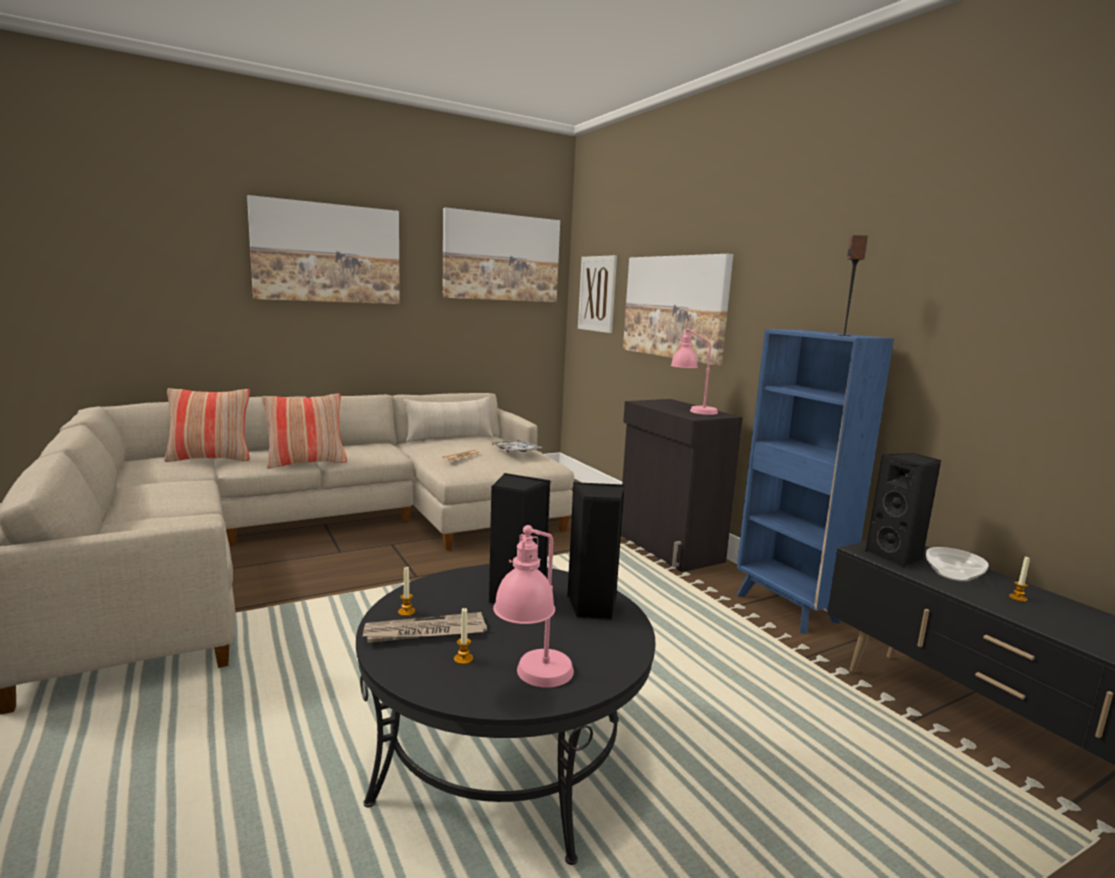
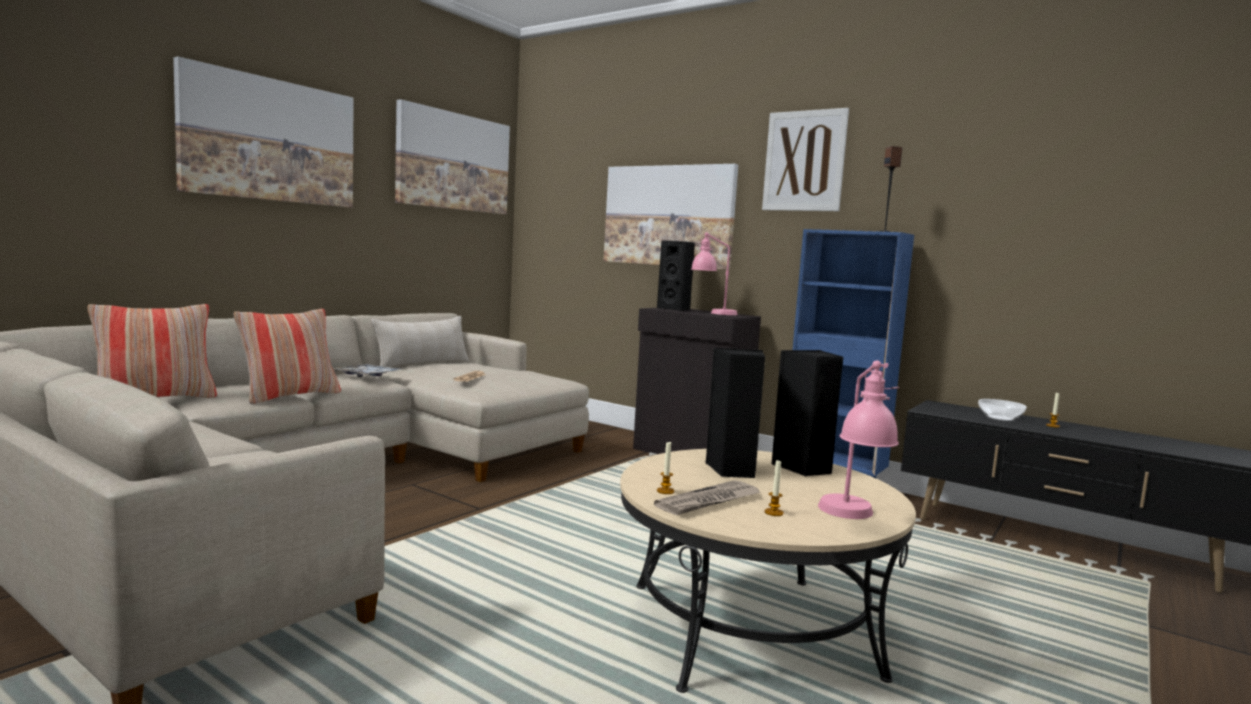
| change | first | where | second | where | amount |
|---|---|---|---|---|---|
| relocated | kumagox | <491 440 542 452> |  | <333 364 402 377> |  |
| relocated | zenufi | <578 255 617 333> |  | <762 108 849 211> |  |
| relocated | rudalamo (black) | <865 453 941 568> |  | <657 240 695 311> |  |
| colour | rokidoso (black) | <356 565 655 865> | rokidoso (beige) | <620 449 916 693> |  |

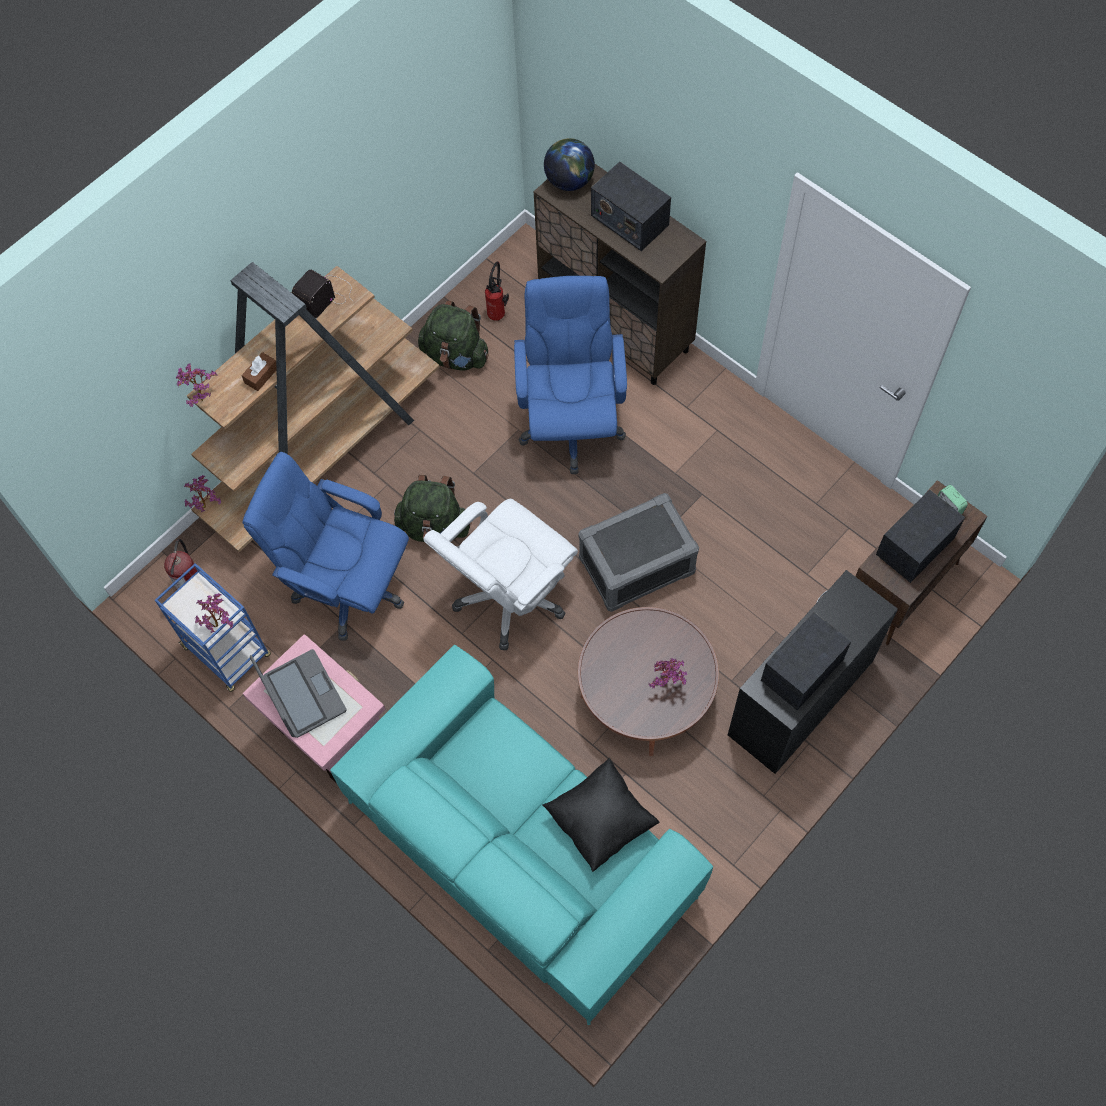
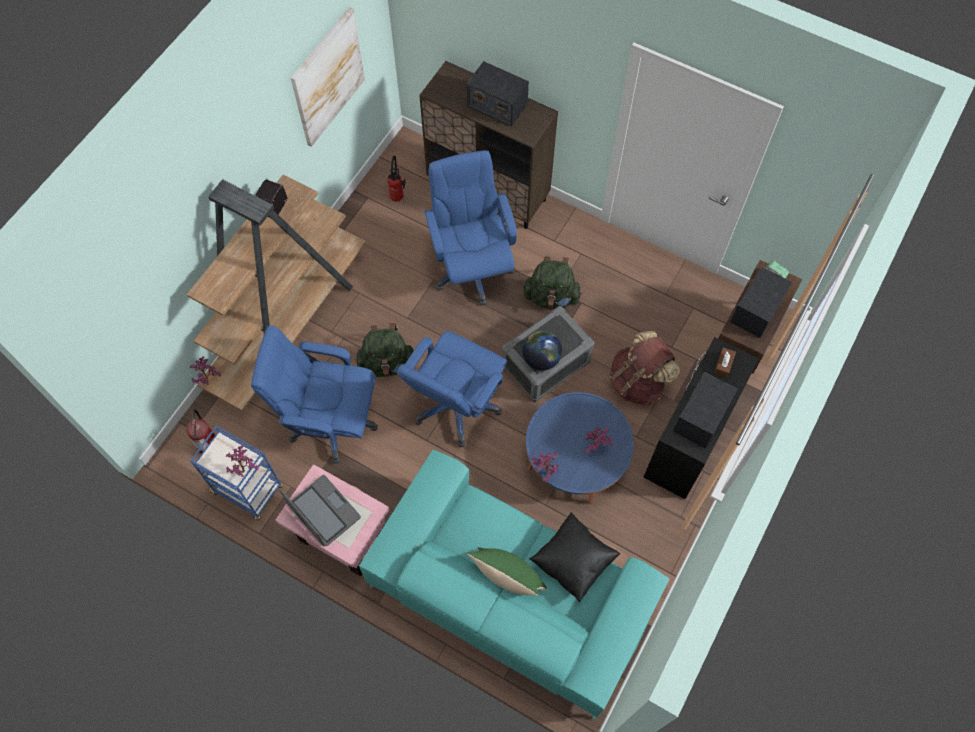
| change | first | where | second | where | amount |
|---|---|---|---|---|---|
| appeared |  |  | zenufi | <290 7 365 147> |  |
| appeared |  |  | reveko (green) | <467 547 547 596> |  |
| appeared |  |  | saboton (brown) | <609 331 680 406> |  |
| relocated | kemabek | <176 363 218 407> |  | <532 452 559 482> |  |
| relocated | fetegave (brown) | <242 352 276 391> |  | <714 347 736 378> |  |
| relocated | saboton (green) | <418 300 489 370> |  | <523 256 582 309> |  |
| relocated | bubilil | <544 138 595 191> |  | <522 331 562 371> |  |
| colour | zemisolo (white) | <423 499 578 650> | zemisolo (blue) | <397 331 507 447> |  |
| colour | rokidoso (brown) | <578 607 719 756> | rokidoso (blue) | <526 392 634 505> |  |

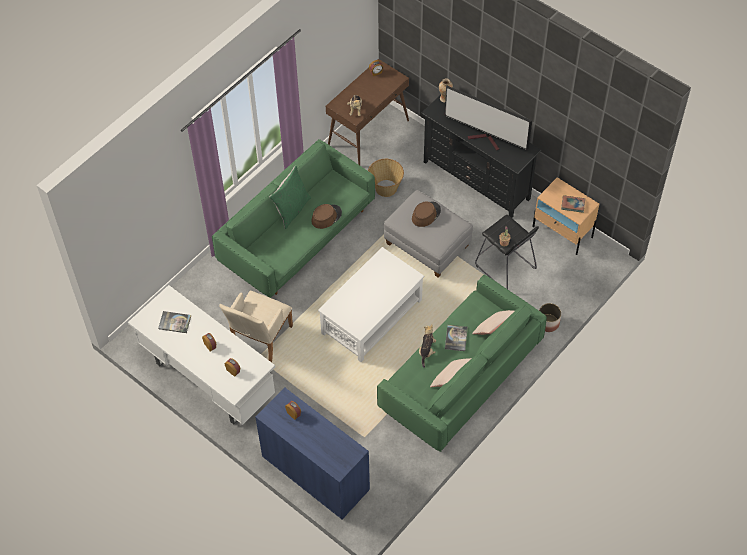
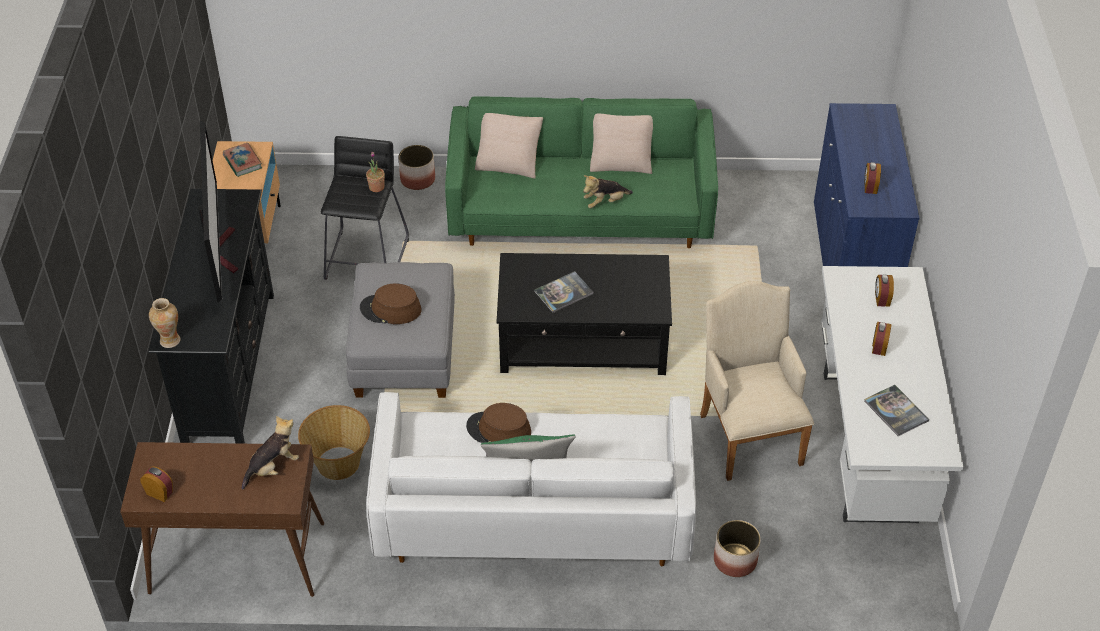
| change | first | where | second | where | amount |
|---|---|---|---|---|---|
| appeared |  |  | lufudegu | <714 520 761 577> |  |
| relocated | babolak | <445 325 468 351> |  | <534 271 594 313> |  |
| colour | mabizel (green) | <212 139 375 298> | mabizel (white) | <366 392 696 566> |  |
| colour | rokidoso (white) | <318 247 424 362> | rokidoso (black) | <497 253 672 375> |  |
| spun | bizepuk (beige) | <219 291 293 362> |  | <700 281 814 481> | 90 degrees counterclockwise |

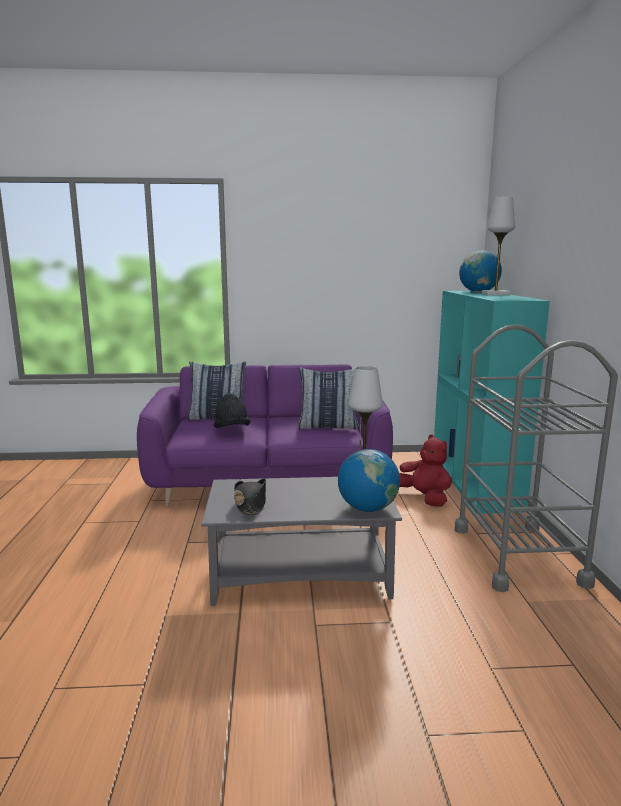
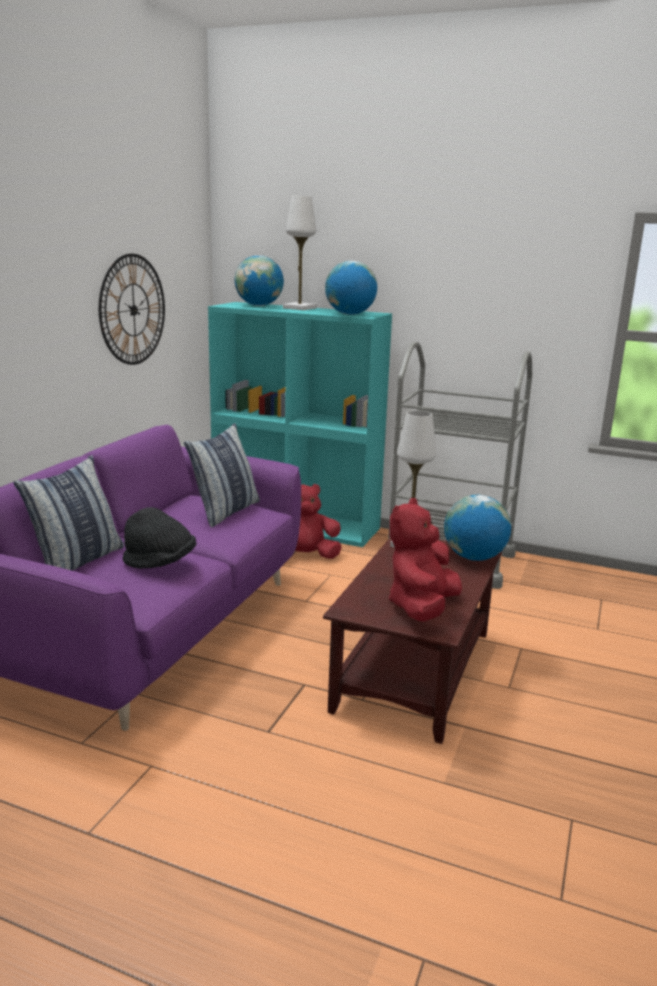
| change | first | where | second | where | amount |
|---|---|---|---|---|---|
| appeared |  |  | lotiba | <99 254 165 365> |  |
| appeared |  |  | bubilil | <325 261 377 315> |  |
| exchanged | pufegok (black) | <234 479 266 515> | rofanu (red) | <389 498 462 622> |  |
| colour | rokidoso (grey) | <201 477 402 606> | rokidoso (brown) | <323 538 502 744> |  |

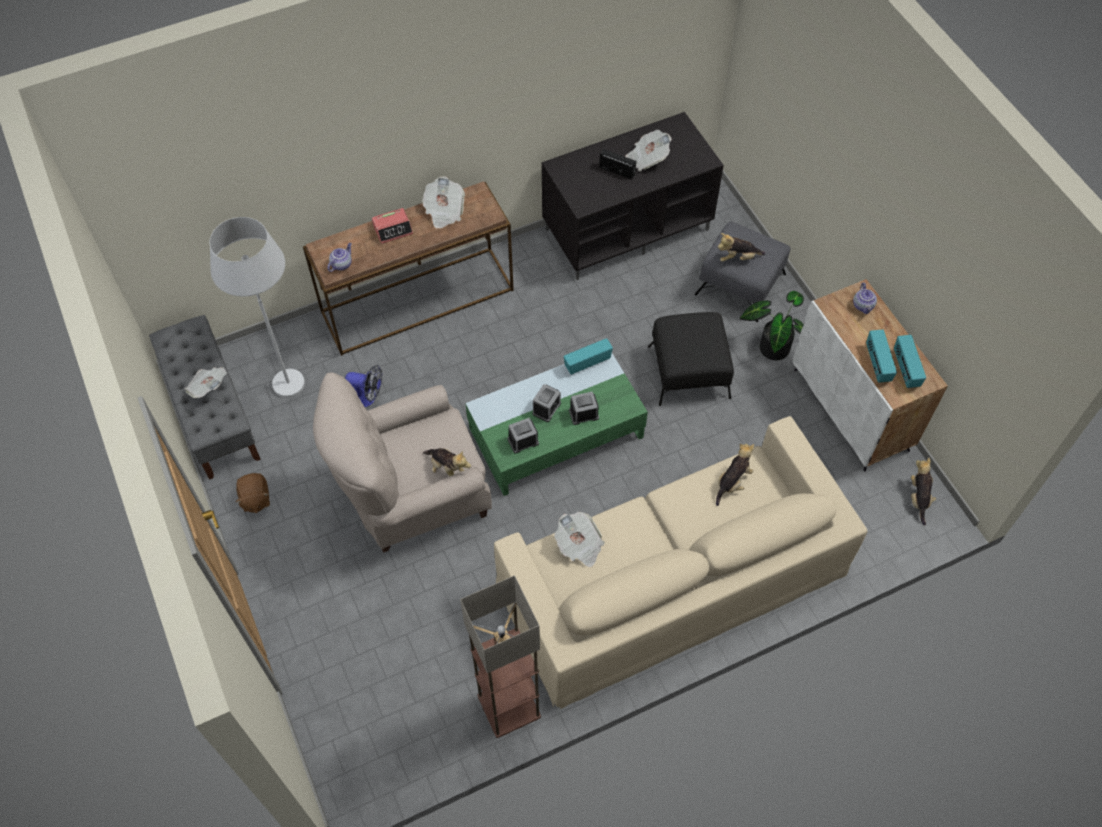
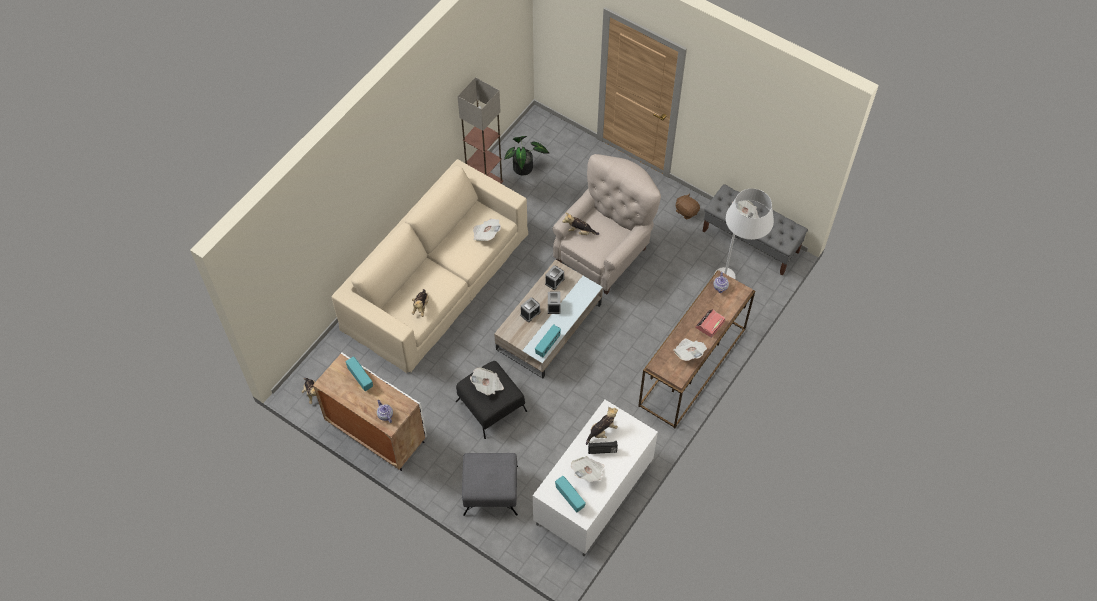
| change | first | where | second | where | amount |
|---|---|---|---|---|---|
| missing | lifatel | <345 365 382 407> |  |  |  |
| appeared |  |  | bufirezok | <470 367 504 395> |  |
| relocated | rofanu | <718 233 765 262> |  | <586 407 618 445> |  |
| relocated | kemabek | <740 291 804 360> |  | <504 136 549 175> |  |
| relocated | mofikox | <894 335 926 388> |  | <555 476 586 512> |  |
| colour | rokidoso (green) | <465 353 648 496> | rokidoso (beige) | <494 259 603 378> |  |
| colour | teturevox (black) | <542 112 724 280> | teturevox (white) | <533 400 658 556> |  |

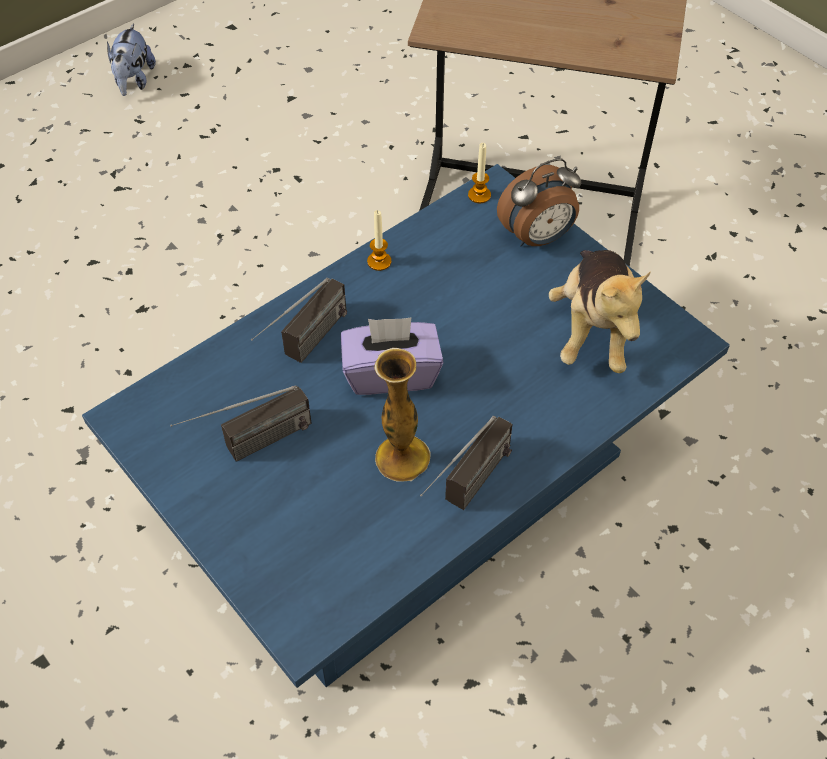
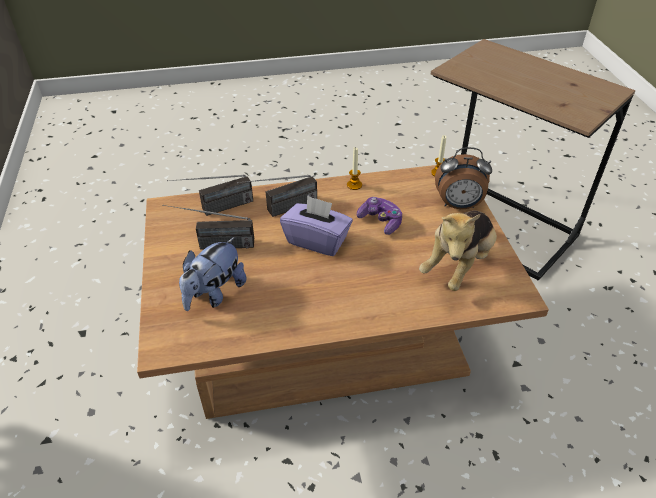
| change | first | where | second | where | amount |
|---|---|---|---|---|---|
| missing | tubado | <374 348 431 482> |  |  |  |
| appeared |  |  | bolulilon | <357 197 402 235> |  |
| relocated | rofanu | <107 23 156 96> |  | <179 237 246 311> |  |
| relocated | mofikox | <420 415 513 510> |  | <167 175 253 216> |  |
| colour | rokidoso (blue) | <82 164 730 688> | rokidoso (brown) | <137 165 549 419> |  |

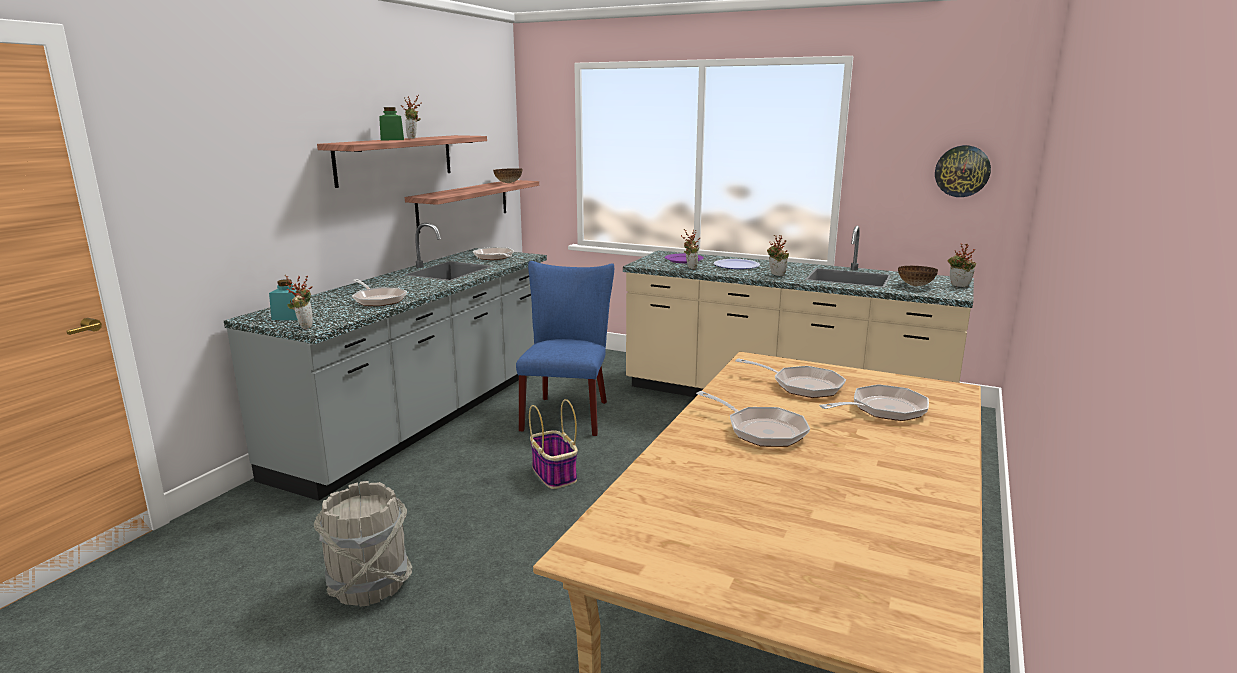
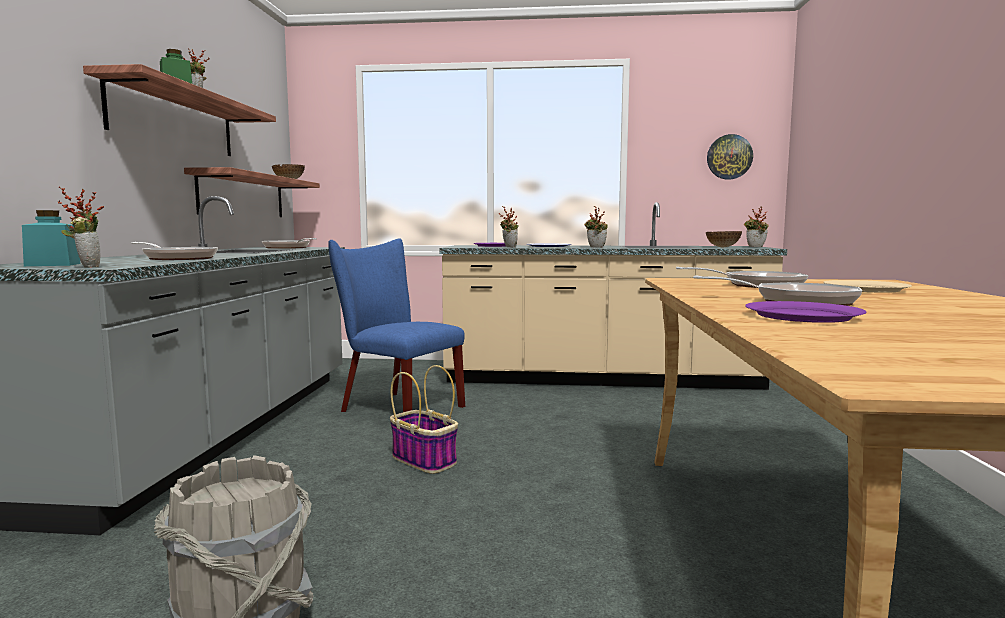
| change | first | where | second | where | amount |
|---|---|---|---|---|---|
| appeared |  |  | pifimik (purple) | <745 301 867 323> |  |
| exchanged | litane | <819 384 929 421> | pifimik (beige) | <823 280 912 293> |  |
| spun | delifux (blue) | <516 261 614 436> |  | <328 238 465 412> | 45 degrees counterclockwise |

